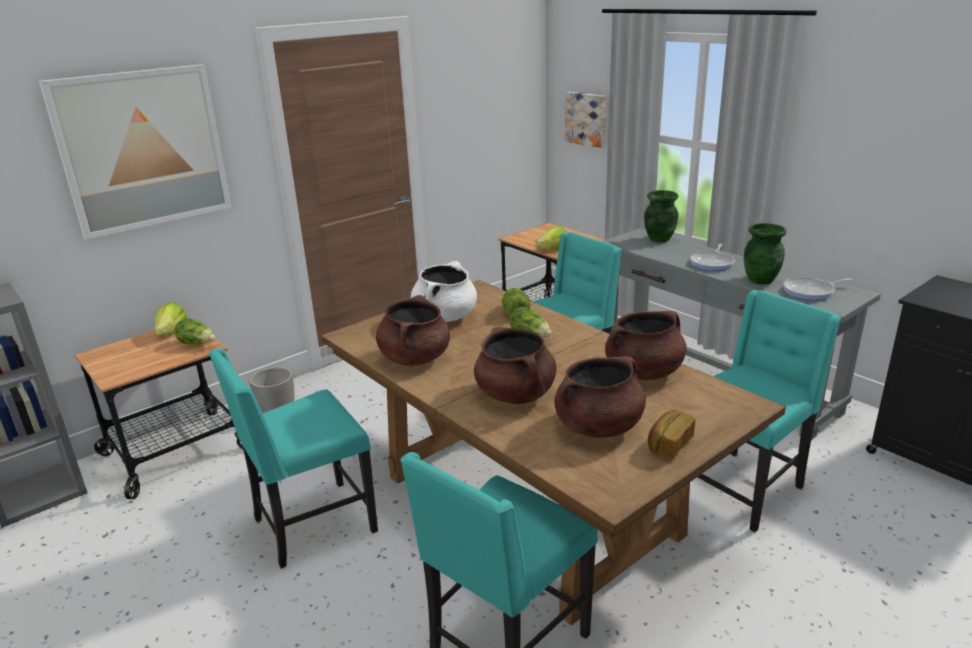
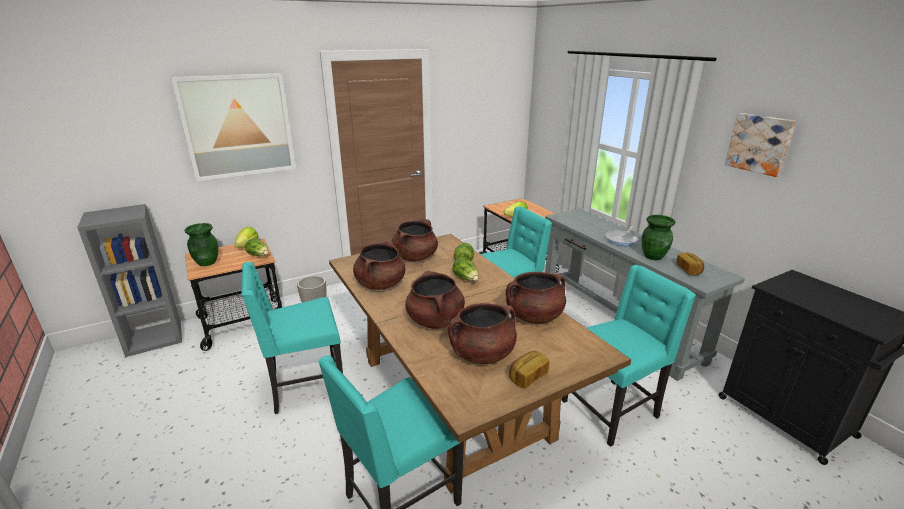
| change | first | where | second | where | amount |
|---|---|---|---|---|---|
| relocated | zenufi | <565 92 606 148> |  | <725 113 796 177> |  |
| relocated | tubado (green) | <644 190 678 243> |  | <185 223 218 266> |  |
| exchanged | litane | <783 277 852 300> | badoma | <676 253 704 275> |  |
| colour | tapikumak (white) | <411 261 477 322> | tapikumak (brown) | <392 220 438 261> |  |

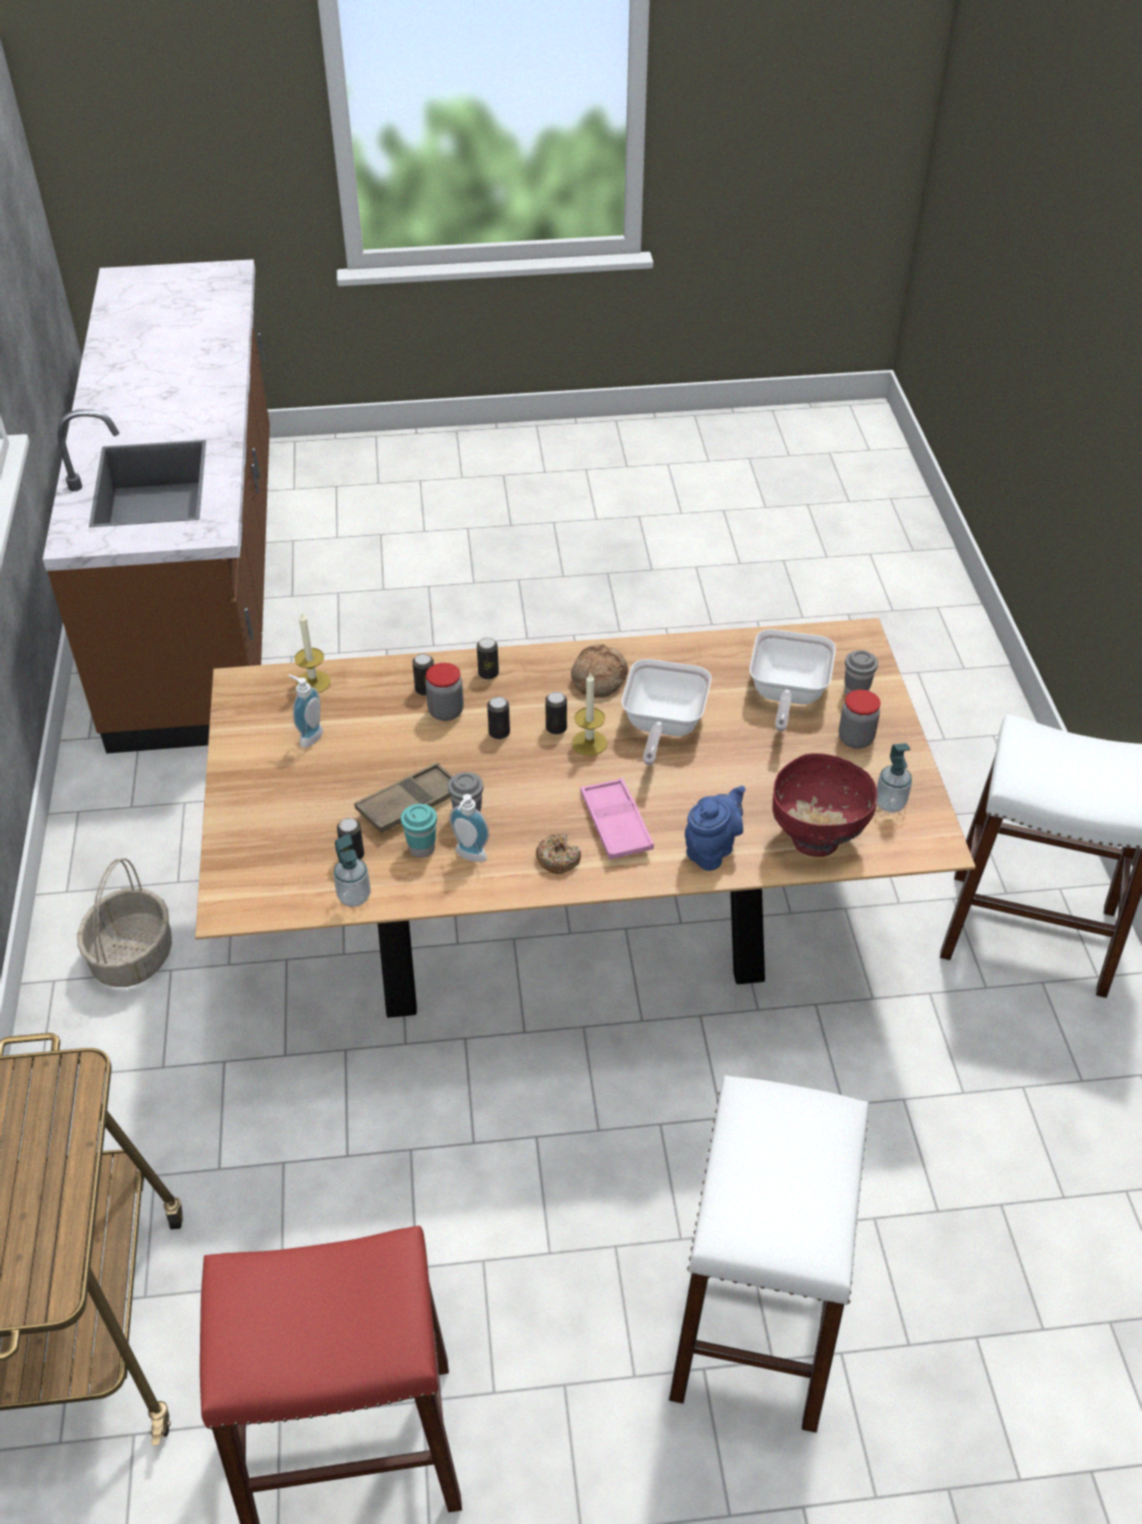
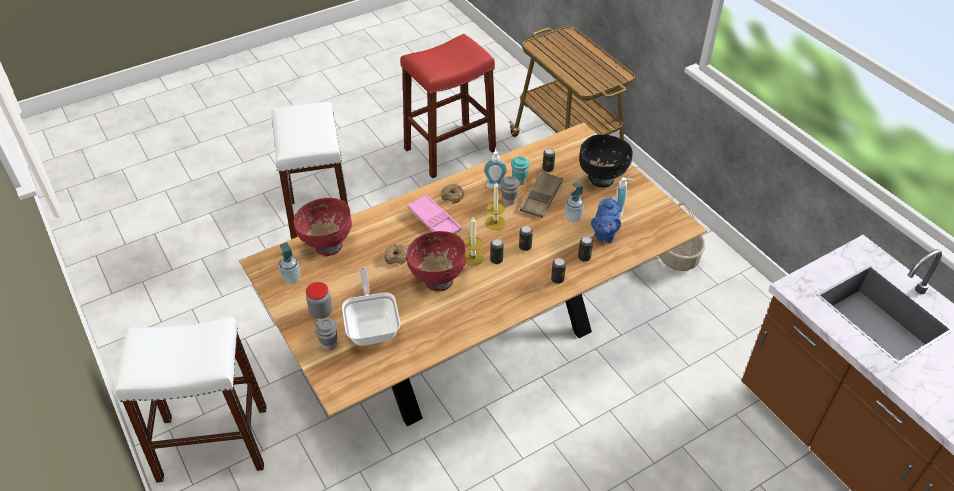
| change | first | where | second | where | amount |
|---|---|---|---|---|---|
| missing | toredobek | <425 663 464 721> |  |  |  |
| missing | badoma | <571 644 628 697> |  |  |  |
| appeared |  |  | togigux | <384 244 407 265> |  |
| appeared |  |  | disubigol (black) | <579 134 633 188> |  |
| relocated | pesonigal | <294 613 330 693> |  | <485 181 506 230> |  |
| relocated | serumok | <333 834 371 907> |  | <565 183 584 222> |  |
| relocated | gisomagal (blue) | <685 786 745 871> |  | <591 197 621 243> |  |
| exchanged | litane | <622 659 711 765> | disubigol (red) | <407 231 466 292> |  |

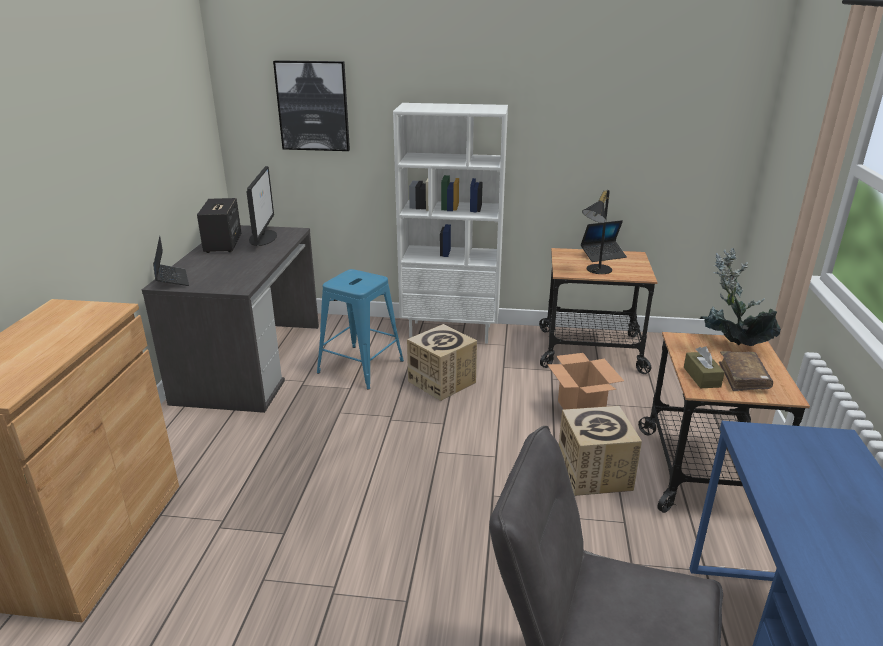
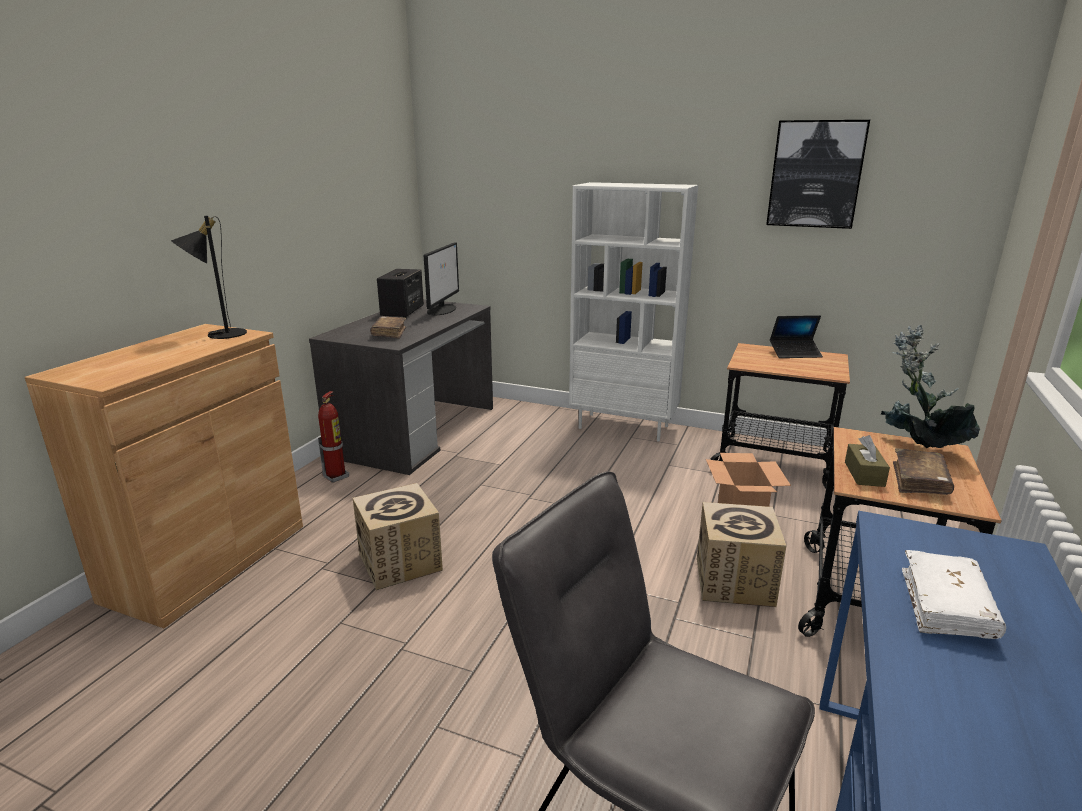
| change | first | where | second | where | amount |
|---|---|---|---|---|---|
| missing | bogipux | <153 236 189 286> |  |  |  |
| missing | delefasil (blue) | <317 269 404 390> |  |  |  |
| appeared |  |  | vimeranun | <318 391 349 483> |  |
| appeared |  |  | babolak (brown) | <370 316 406 338> |  |
| appeared |  |  | babolak (white) | <902 550 1006 639> |  |
| relocated | zenufi | <273 60 350 151> |  | <766 120 870 229> |  |
| relocated | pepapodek | <407 324 477 401> |  | <353 483 443 590> |  |
| relocated | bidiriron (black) | <582 190 612 274> |  | <171 215 247 339> |  |

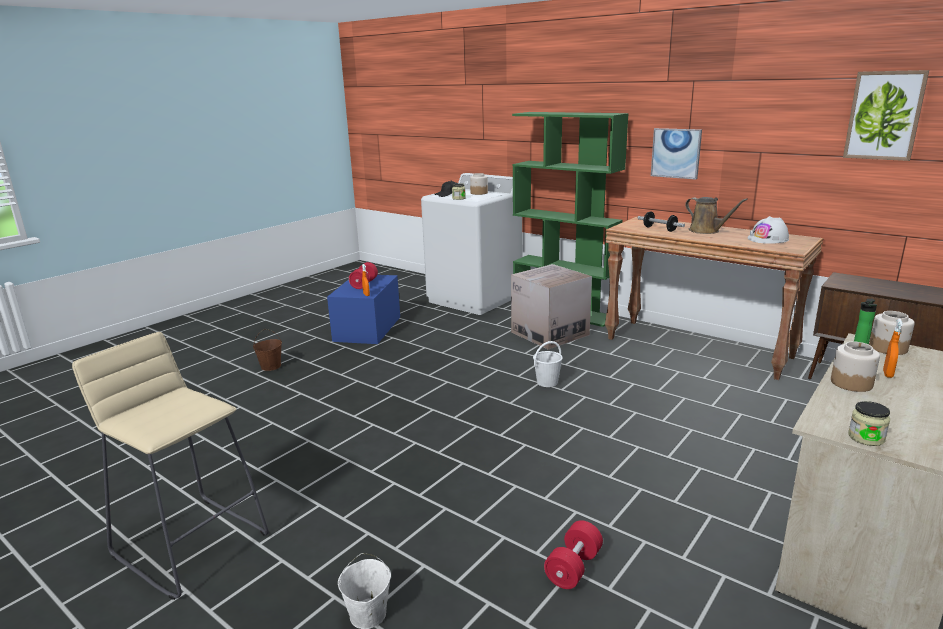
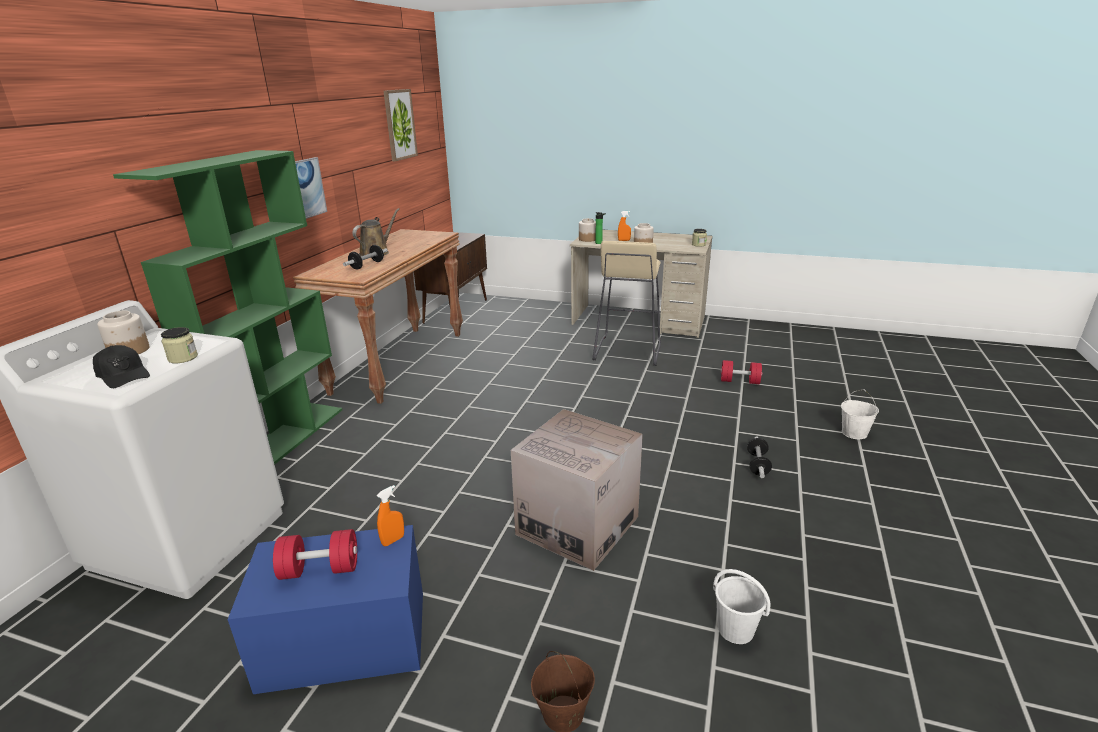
| change | first | where | second | where | amount |
|---|---|---|---|---|---|
| missing | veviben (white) | <748 216 789 244> |  |  |  |
| appeared |  |  | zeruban | <747 436 772 478> |  |
| relocated | delefasil (beige) | <72 332 269 600> |  | <592 241 661 366> |  |
| relocated | pepapodek | <511 264 592 350> |  | <511 409 643 571> |  |
| relocated | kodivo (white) | <533 341 563 387> |  | <713 569 771 644> |  |

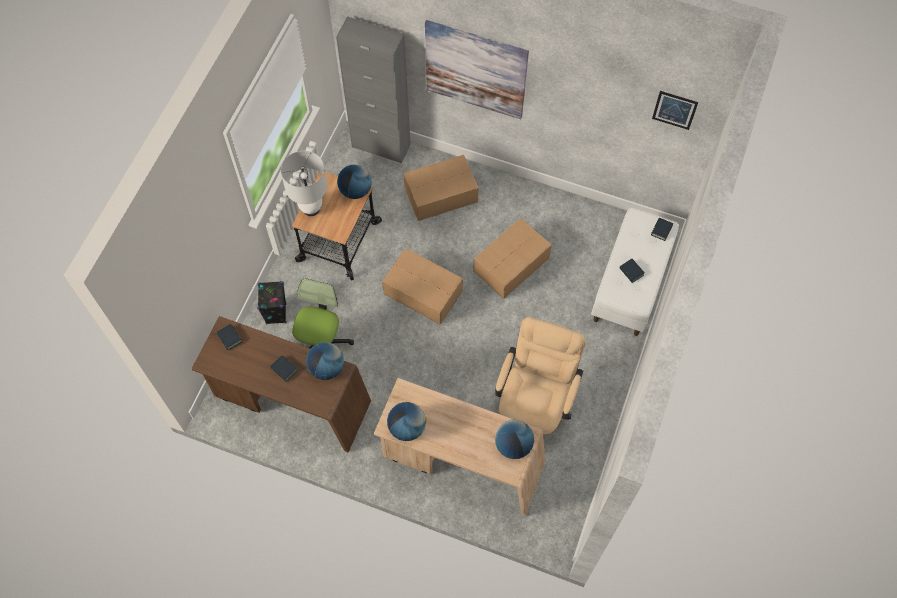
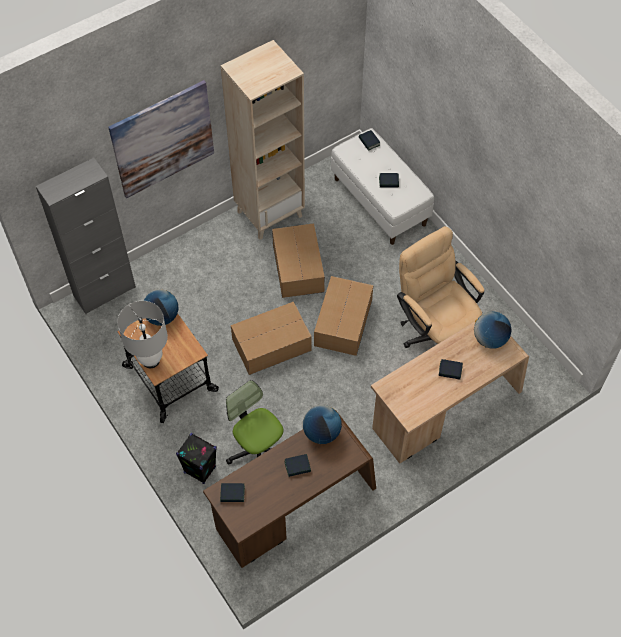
| change | first | where | second | where | amount |
|---|---|---|---|---|---|
| missing | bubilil | <387 402 427 441> |  |  |  |
| missing | zenufi | <652 91 698 130> |  |  |  |
| appeared |  |  | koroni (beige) | <221 40 305 240> |  |
| appeared |  |  | babolak | <439 359 463 380> |  |
| relocated | pepapodek | <403 155 479 221> |  | <314 276 373 356> |  |

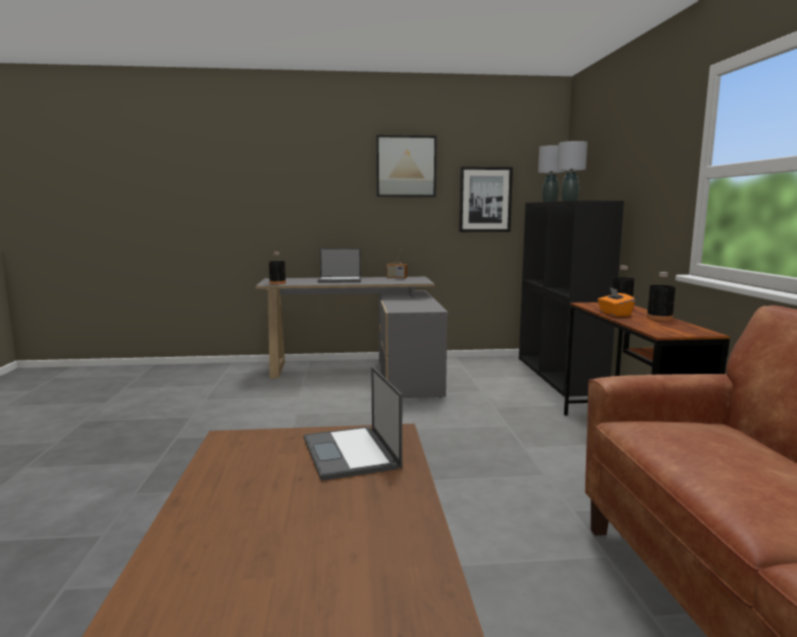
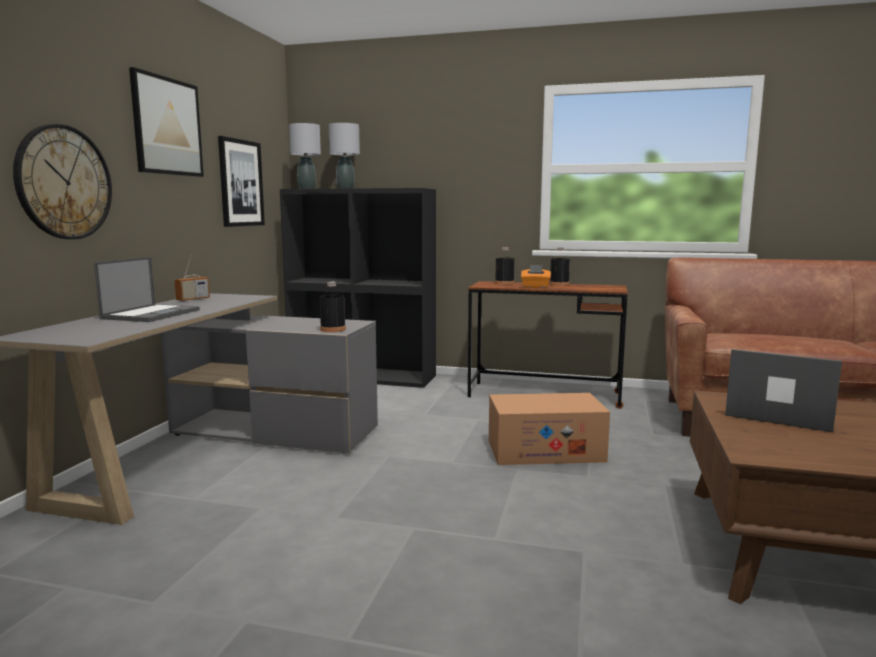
| change | first | where | second | where | amount |
|---|---|---|---|---|---|
| appeared |  |  | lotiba | <13 124 112 239> |  |
| appeared |  |  | pepapodek | <489 393 610 465> |  |
| relocated | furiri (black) | <269 252 286 285> |  | <320 282 346 332> |  |
| spun | bogipux | <304 366 402 481> |  | <725 349 842 432> | 150 degrees counterclockwise |

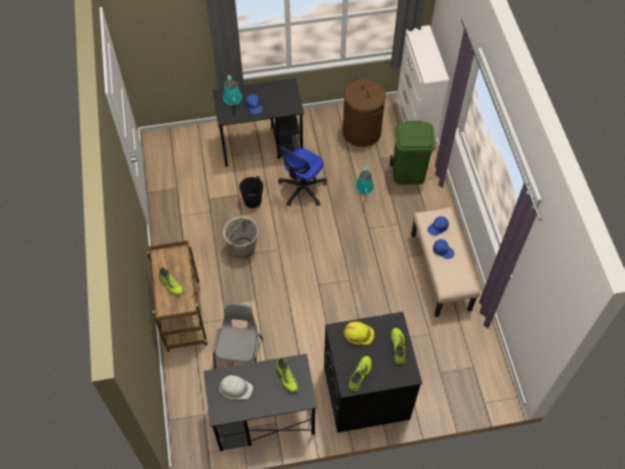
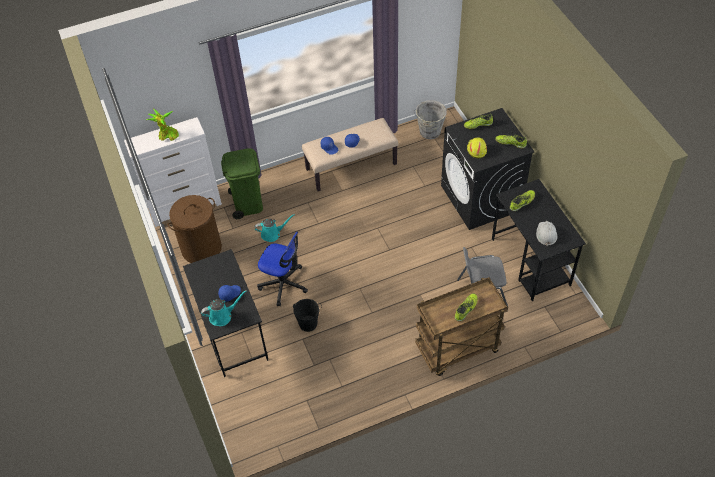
| change | first | where | second | where | amount |
|---|---|---|---|---|---|
| appeared |  |  | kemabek | <147 109 179 141> |  |
| relocated | kodivo (grey) | <221 215 259 259> |  | <414 100 447 139> |  |

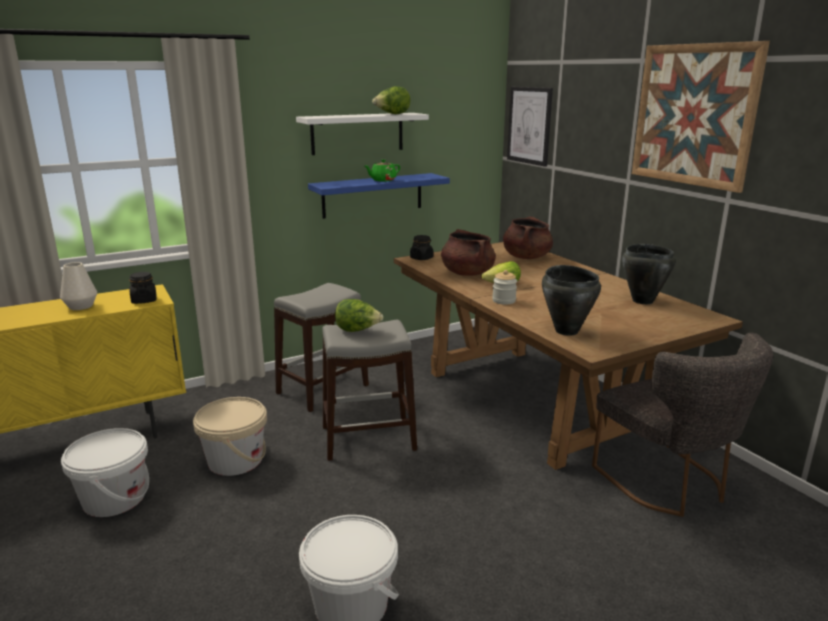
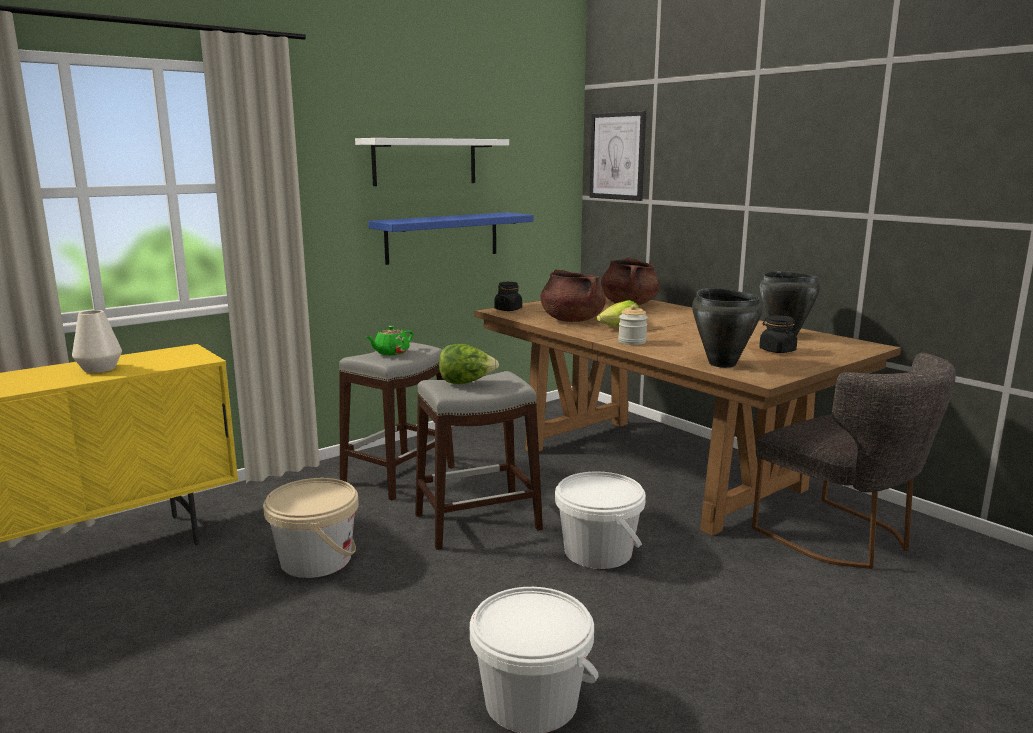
| change | first | where | second | where | amount |
|---|---|---|---|---|---|
| missing | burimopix | <372 86 410 114> |  |  |  |
| missing | zenufi | <632 41 770 193> |  |  |  |
| relocated | kodivo (white) | <61 428 149 517> |  | <555 471 646 569> |  |
| relocated | toredobek (black) | <129 272 157 304> |  | <759 315 797 353> |  |
| relocated | gisomagal (green) | <365 159 400 182> |  | <366 326 413 355> |  |

